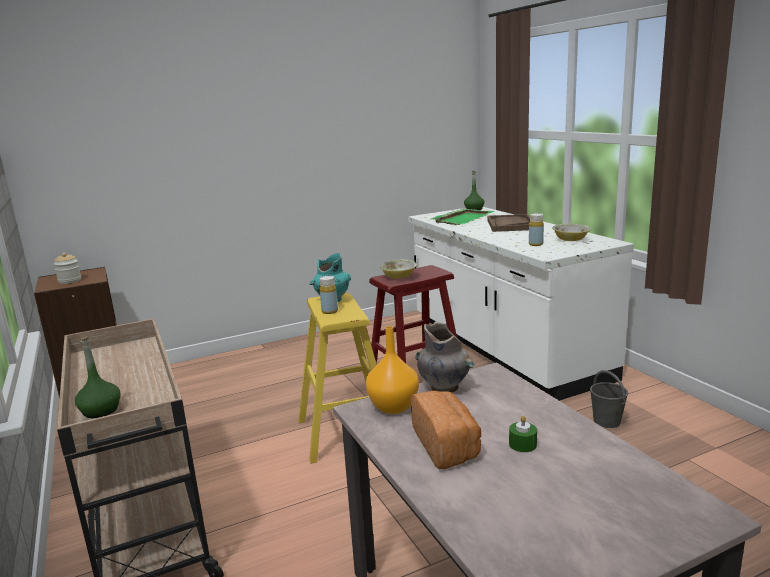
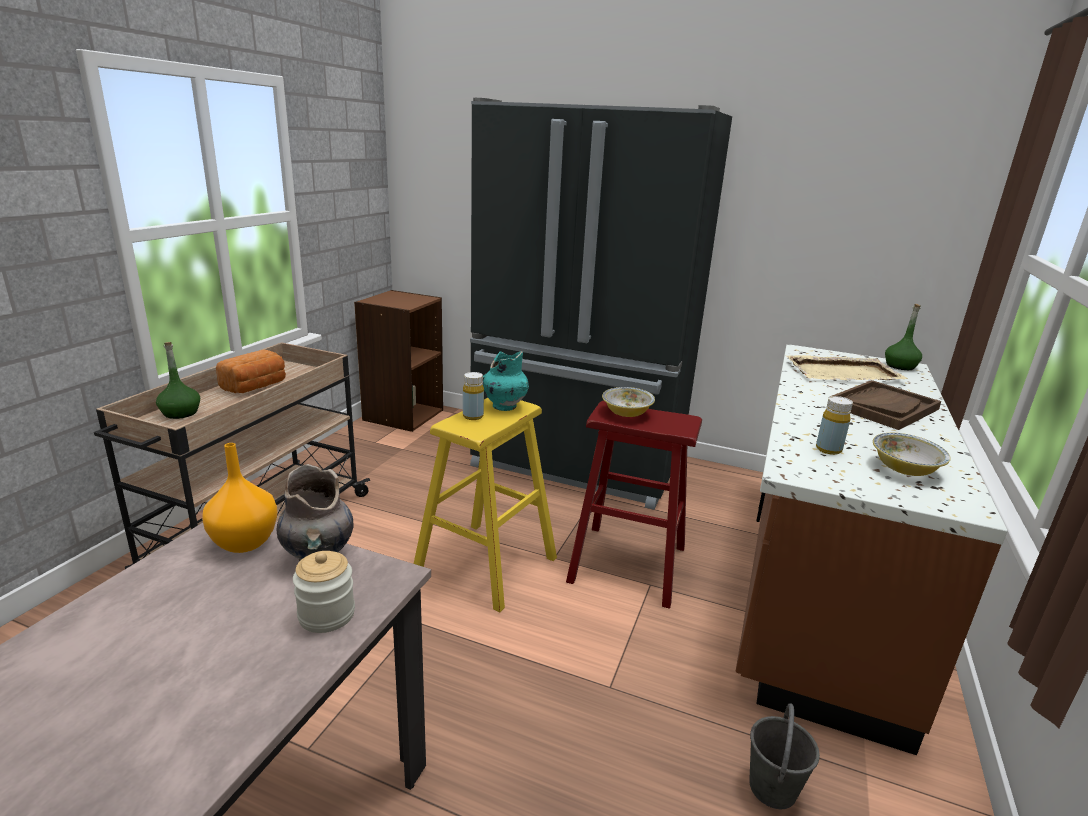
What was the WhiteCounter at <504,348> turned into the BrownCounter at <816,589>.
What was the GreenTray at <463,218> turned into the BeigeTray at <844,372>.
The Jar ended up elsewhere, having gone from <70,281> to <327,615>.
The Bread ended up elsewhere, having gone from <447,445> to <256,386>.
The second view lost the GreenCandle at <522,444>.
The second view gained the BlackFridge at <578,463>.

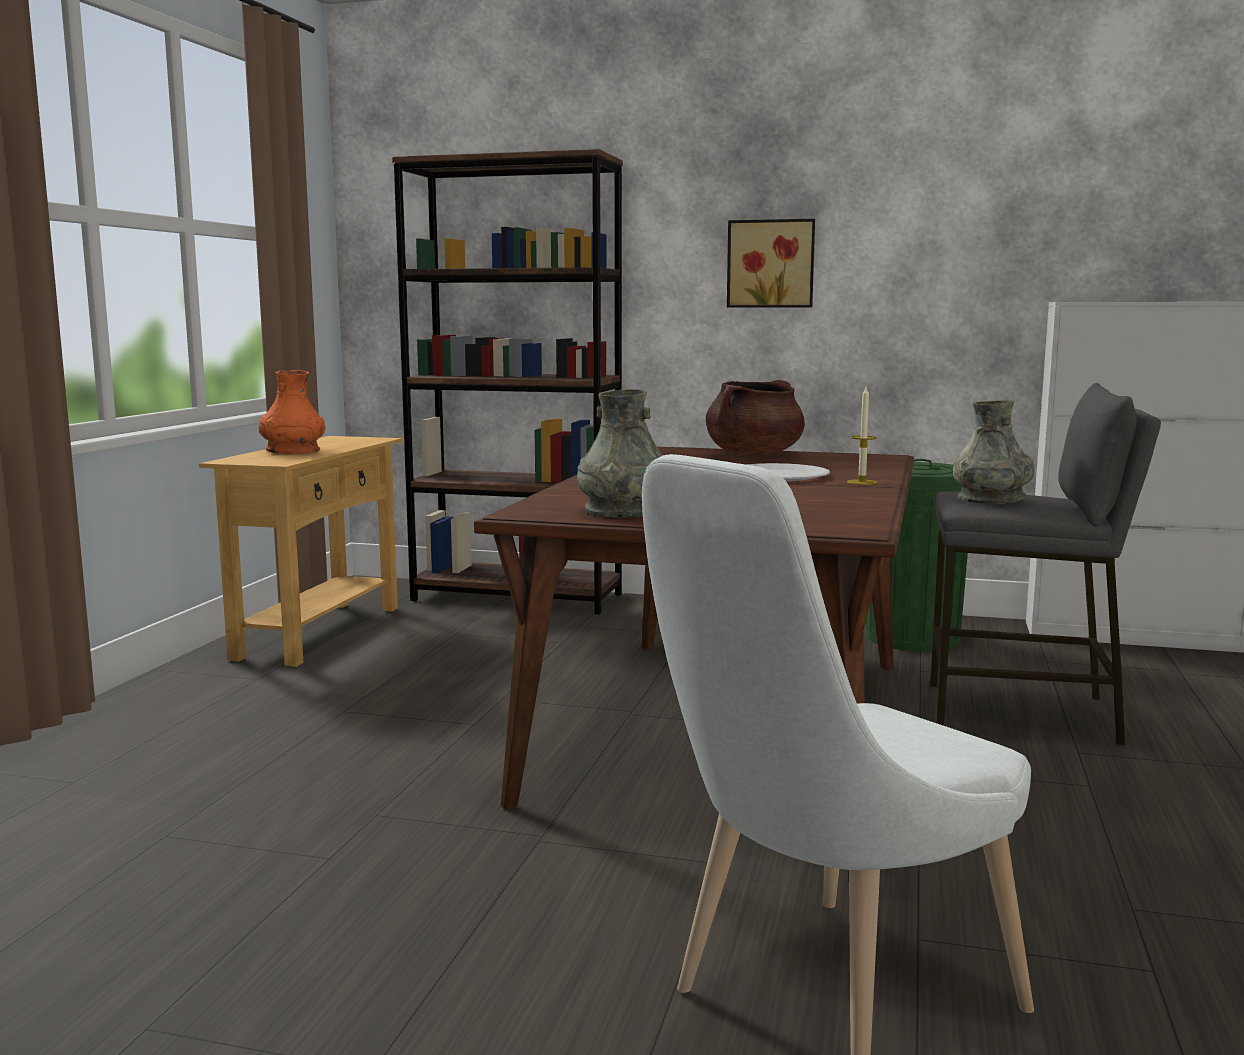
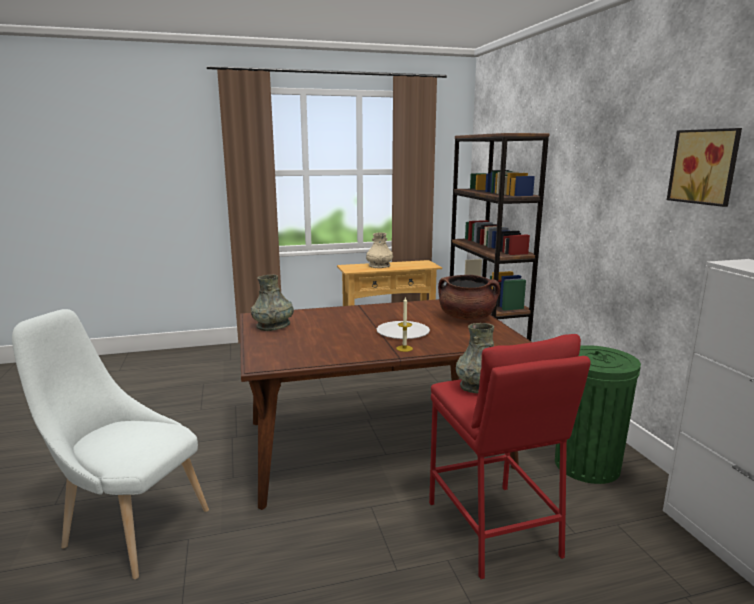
The Picture ended up elsewhere, having gone from <771,264> to <705,166>.
What was the OrangeVase at <293,451> turned into the BeigeVase at <379,266>.
What was the GreyStool at <1021,714> turned into the RedStool at <492,528>.

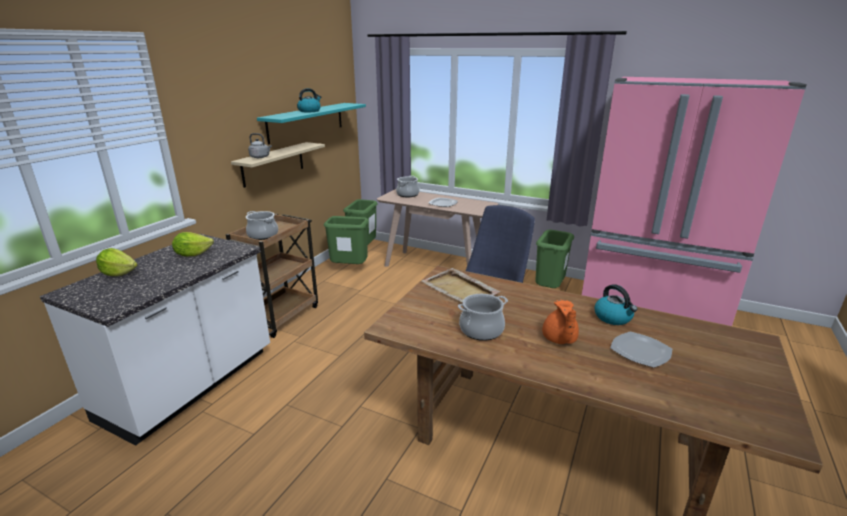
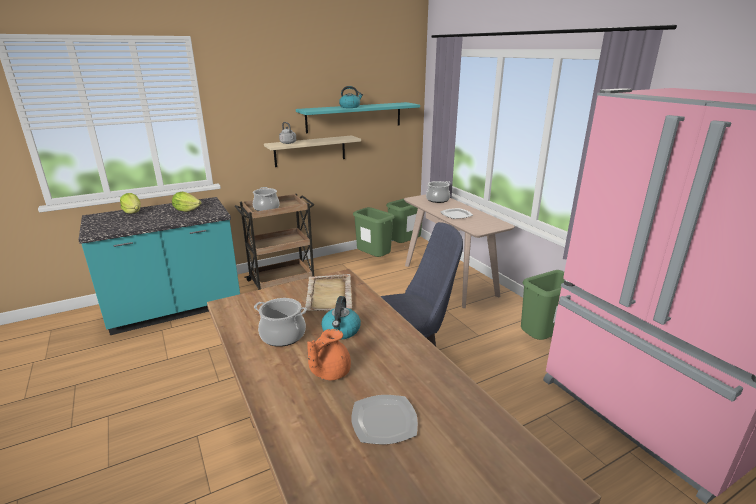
What was the WhiteCounter at <191,385> turned into the TurquoiseCounter at <176,310>.
The Kettle ended up elsewhere, having gone from <613,318> to <341,331>.

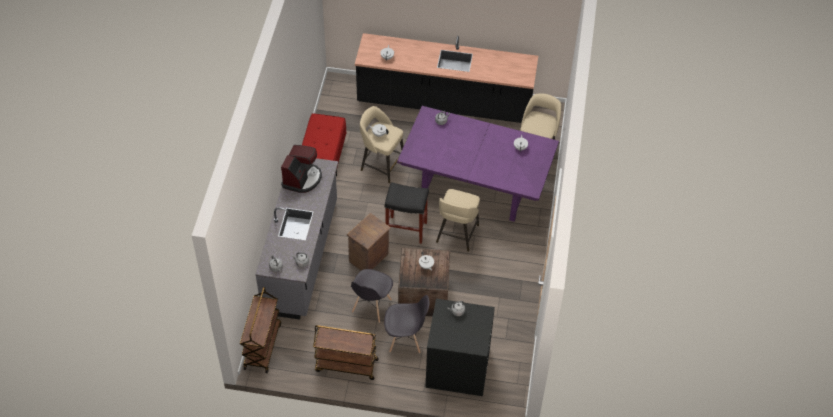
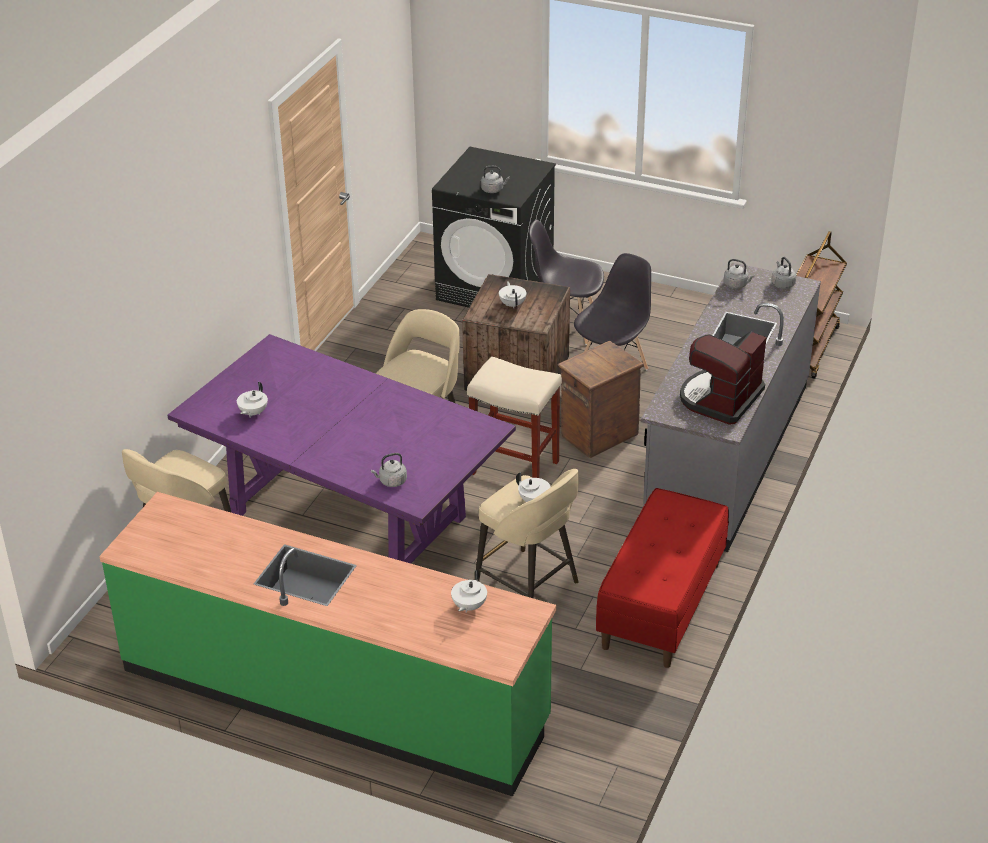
What was the BlackCounter at <444,103> turned into the GreenCounter at <334,696>.
What was the BlackStool at <405,229> turned into the BeigeStool at <516,467>.
The second view lost the BrownCart at <346,365>.

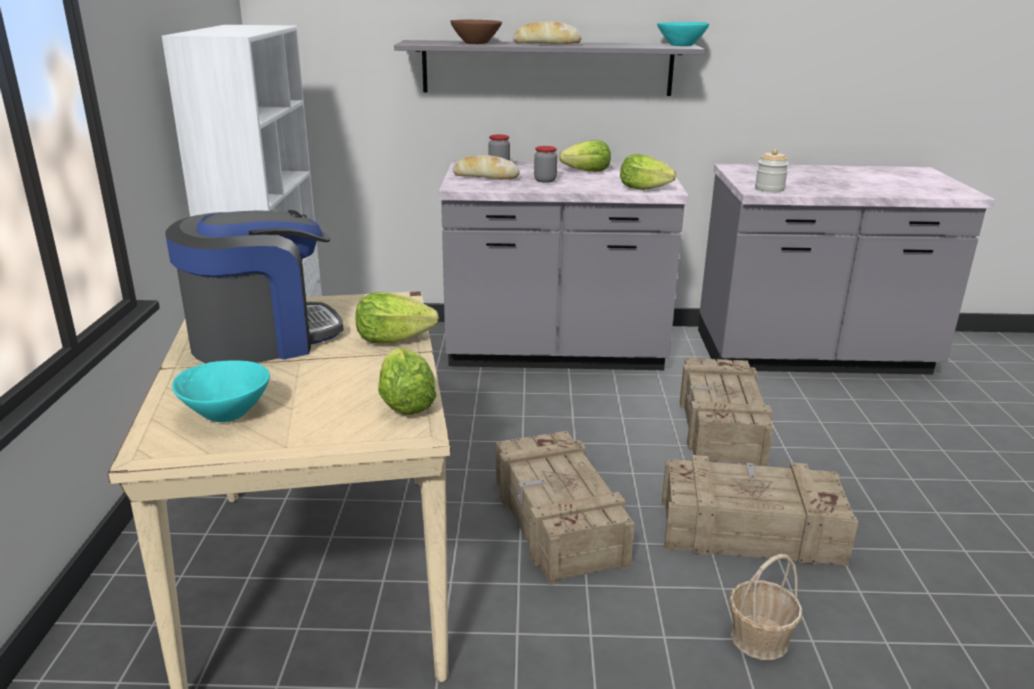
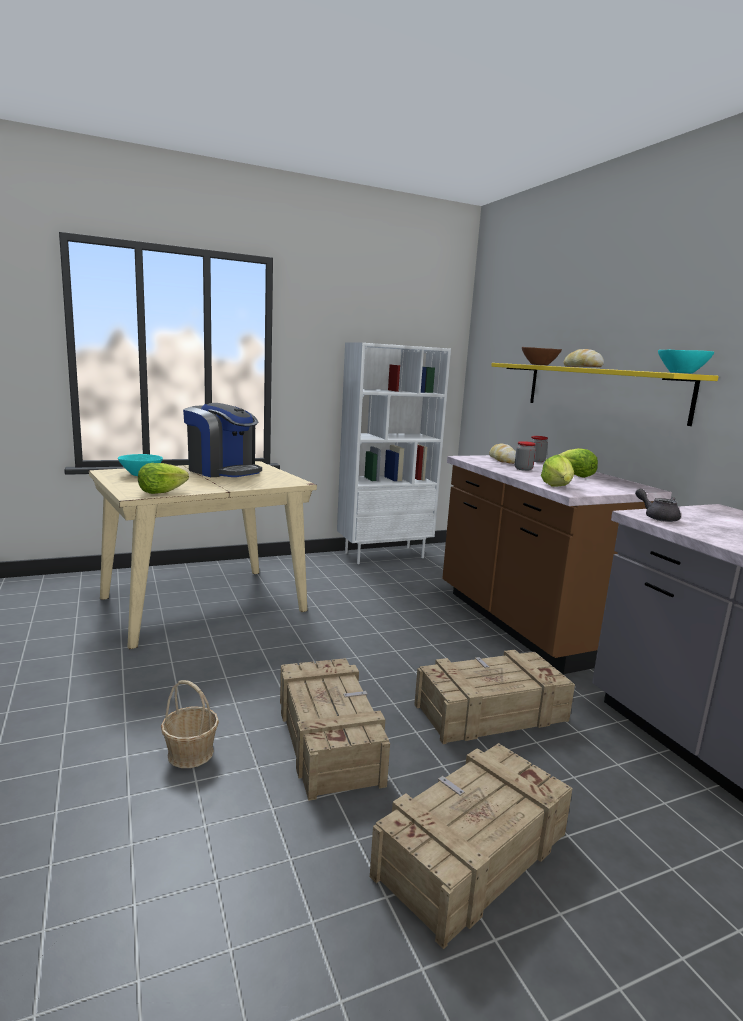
What was the GreyShelf at <547,68> turned into the YellowShelf at <601,391>.
Where the Jar stood at <769,189>, the GreyTeapot came to stand at <657,517>.
What was the GreyCounter at <555,352> turned into the BrownCounter at <527,624>.
The second view lost the Lettuce at <393,340>.
The Crate ended up elsewhere, having gone from <557,523> to <470,854>.

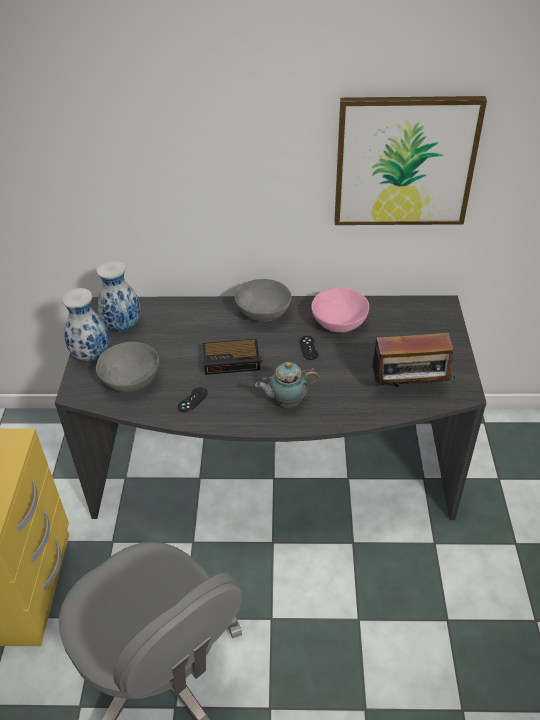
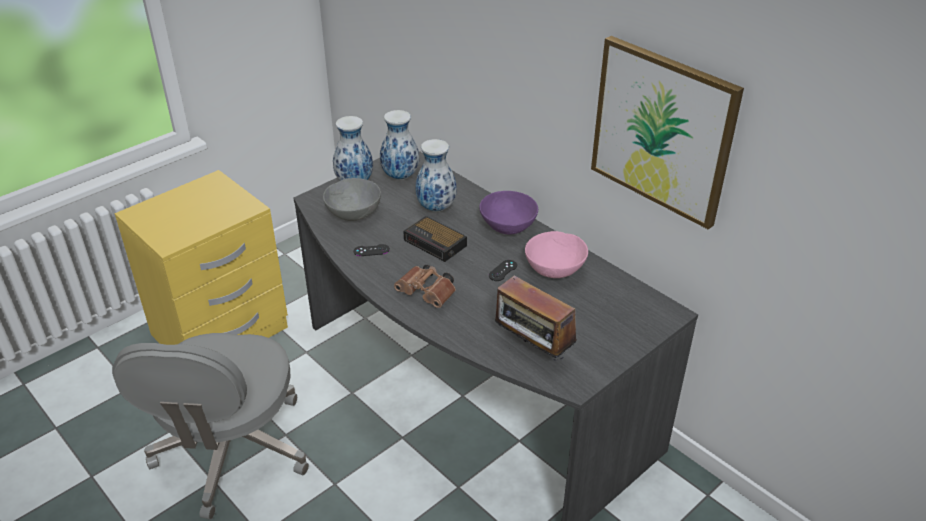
What was the GreyBowl at <263,313> turned into the PurpleBowl at <508,226>.
Where the Teapot stood at <286,402>, the BrownBinoculars came to stand at <428,294>.
The second view gained the Vase at <437,207>.

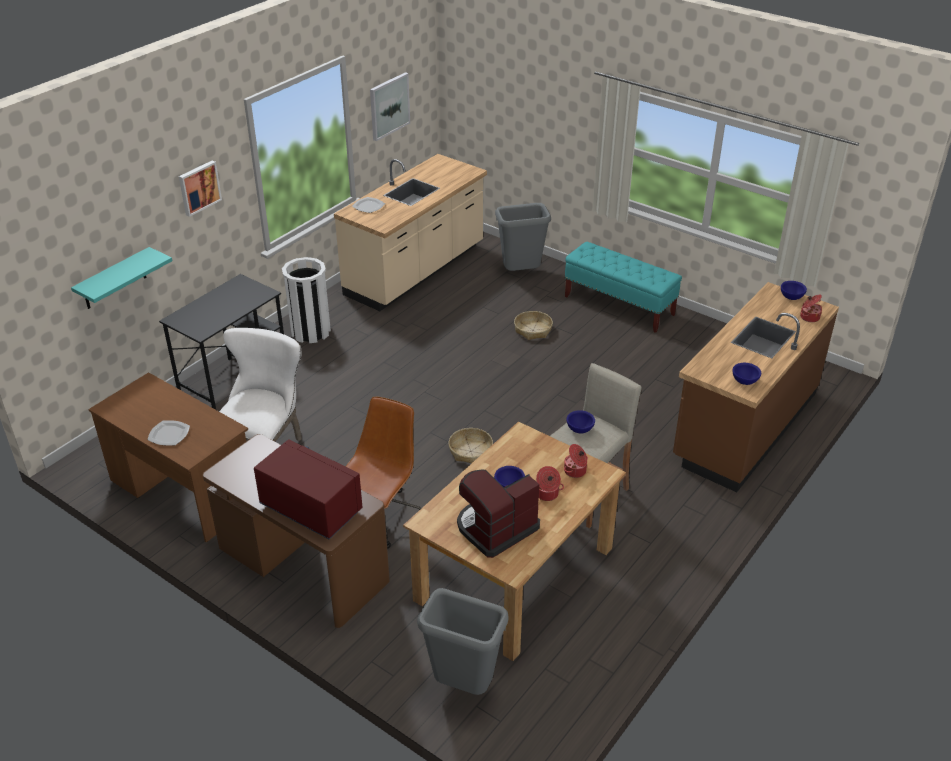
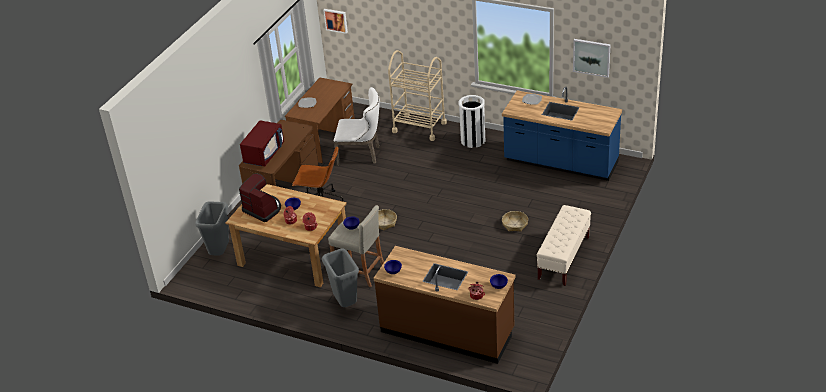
What was the BeigeCounter at <416,271> turned into the BlueCounter at <560,163>.
The Picture ended up elsewhere, having gone from <199,187> to <336,20>.
The GreyTrashCan ended up elsewhere, having gone from <521,273> to <346,304>.
What was the TurquoiseBench at <619,306> turned into the BeigeBench at <563,258>.
The second view lost the TurquoiseShelf at <114,279>.
Where the BlackDesk stood at <234,376>, the BeigeCart came to stand at <419,127>.

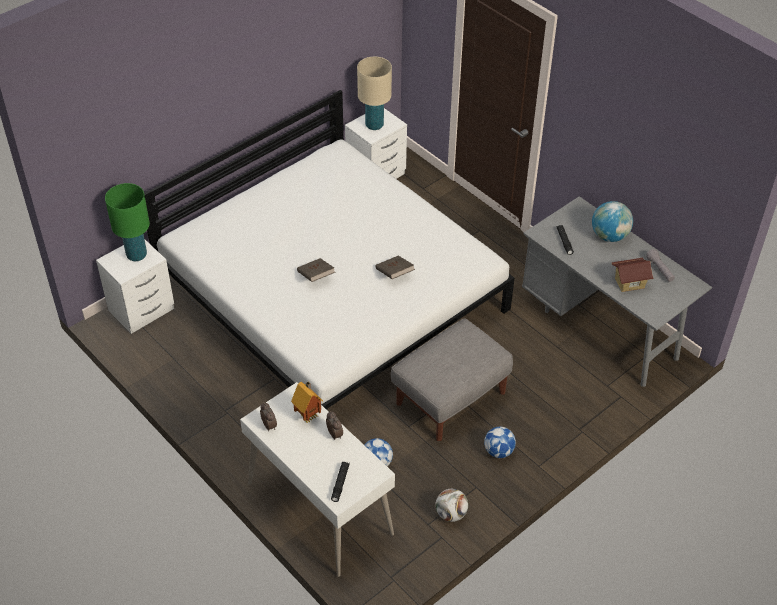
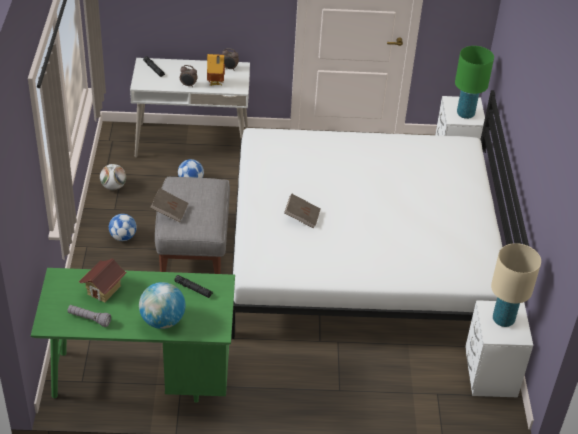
What was the GreyDesk at <602,328> turned into the GreenDesk at <141,377>.
The BrownBook ended up elsewhere, having gone from <316,276> to <169,211>.

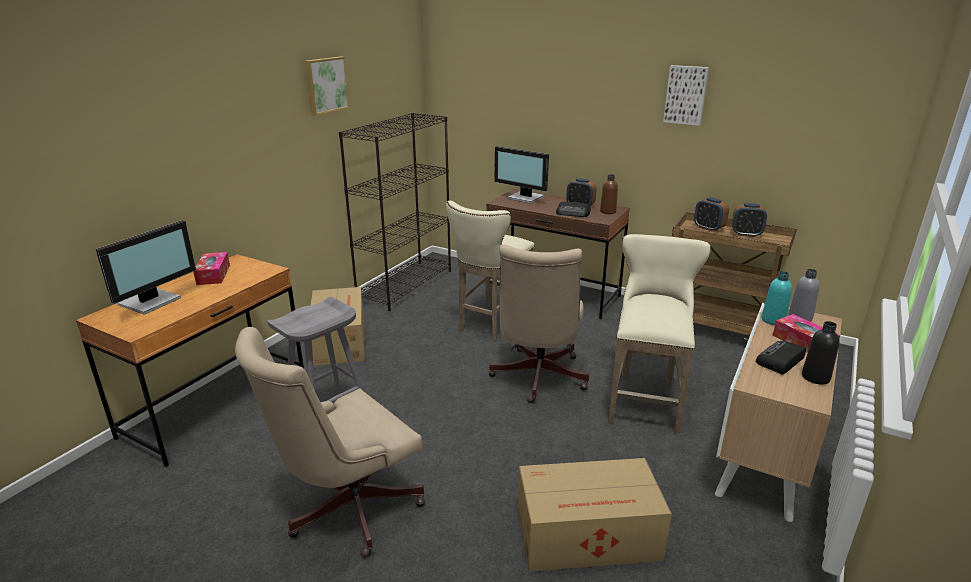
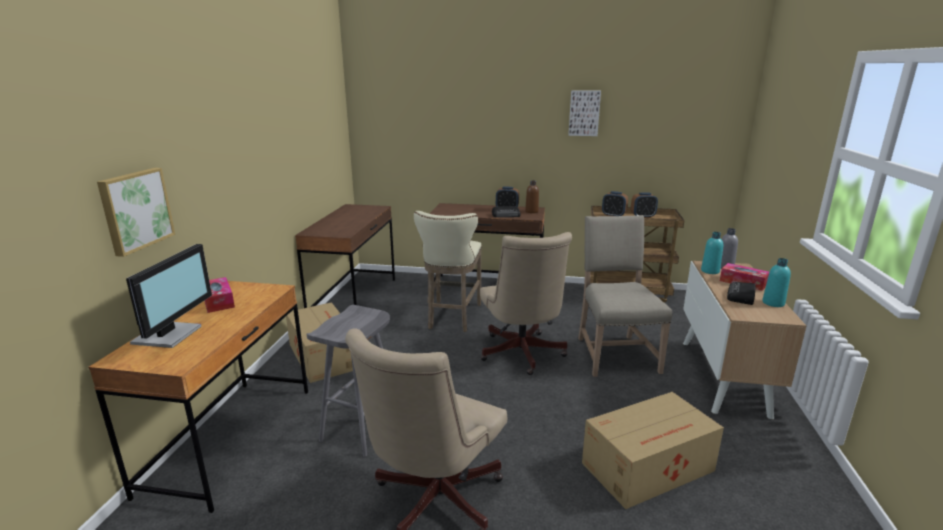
The Picture ended up elsewhere, having gone from <325,85> to <135,210>.
Where the BlackBookcase stood at <405,285>, the BrownDesk came to stand at <354,299>.
The second view lost the Monitor at <525,198>.
Where the BeigeStool stood at <646,398>, the BeigeChair came to stand at <614,353>.
What was the BlackBottle at <815,377> turned into the TurquoiseBottle at <773,303>.

